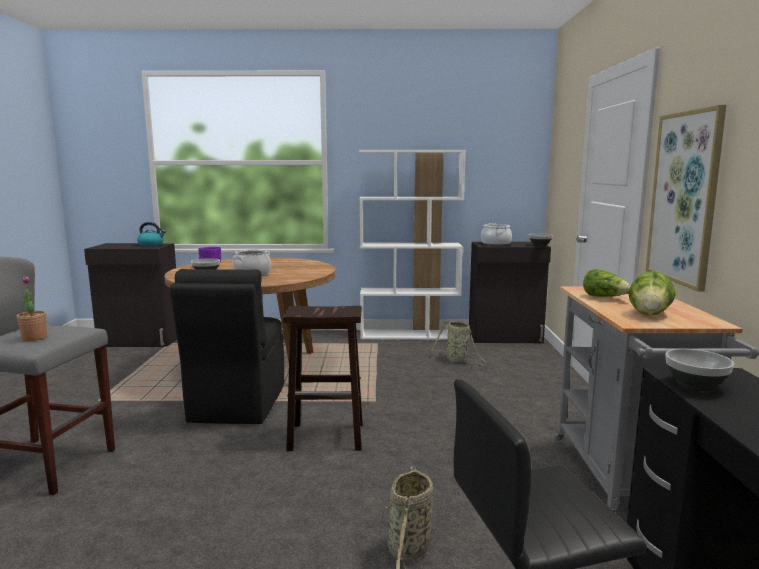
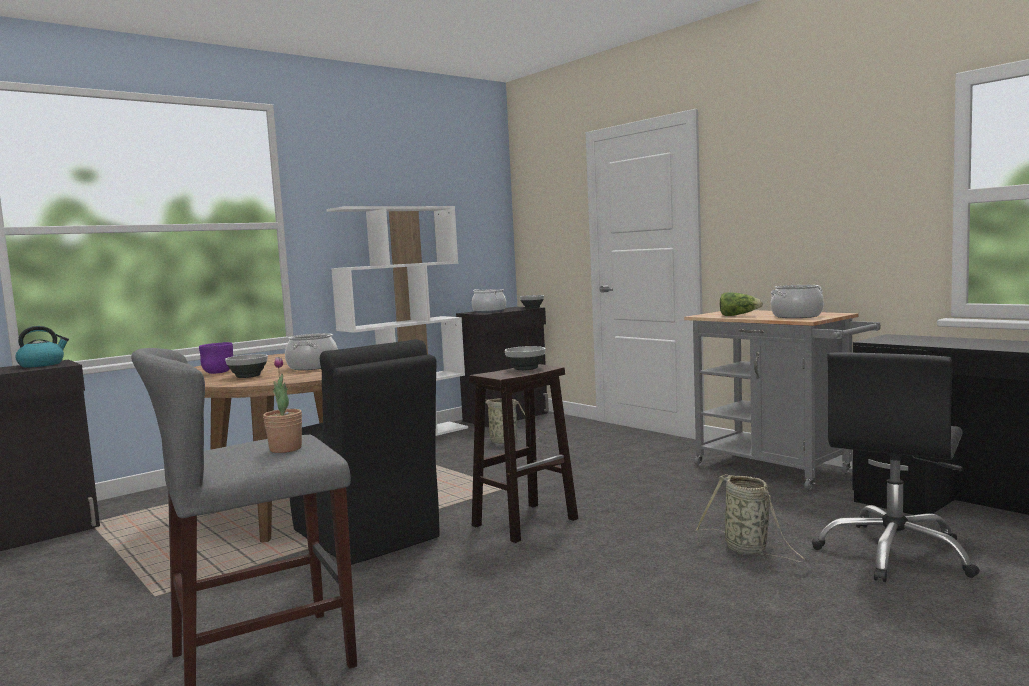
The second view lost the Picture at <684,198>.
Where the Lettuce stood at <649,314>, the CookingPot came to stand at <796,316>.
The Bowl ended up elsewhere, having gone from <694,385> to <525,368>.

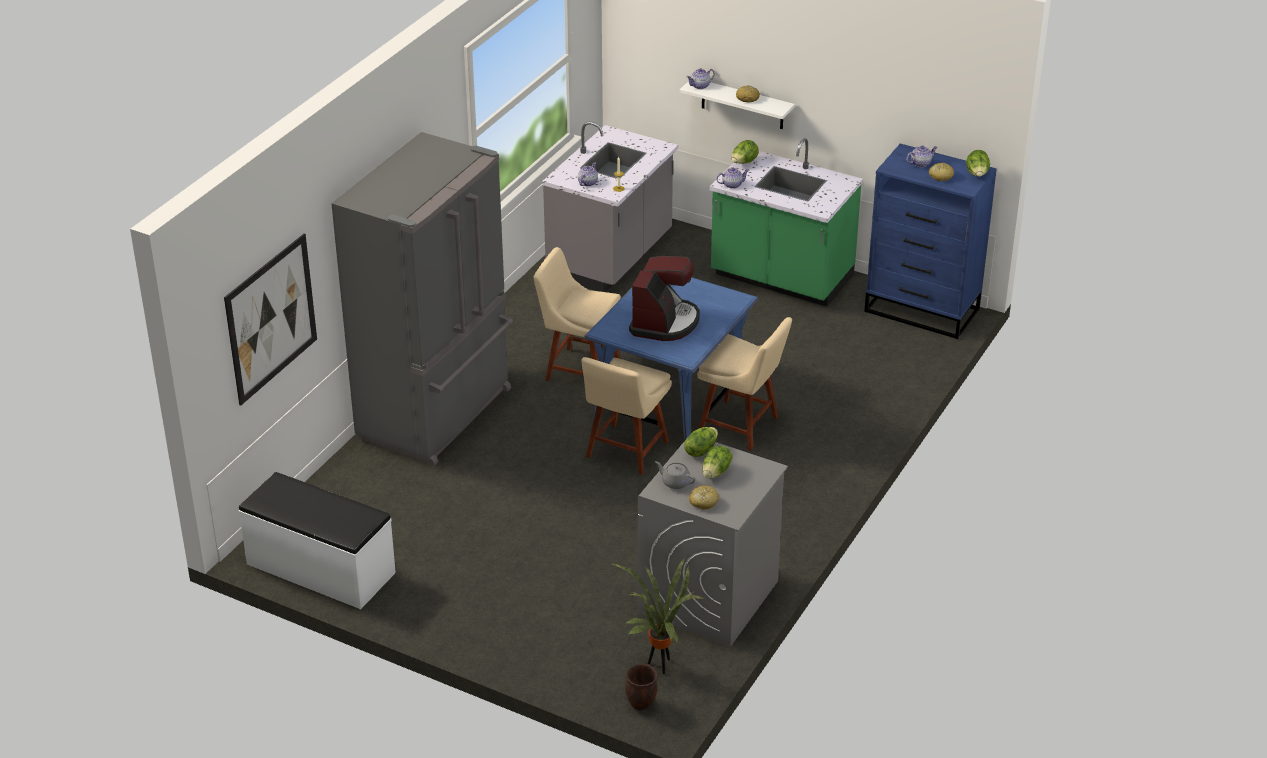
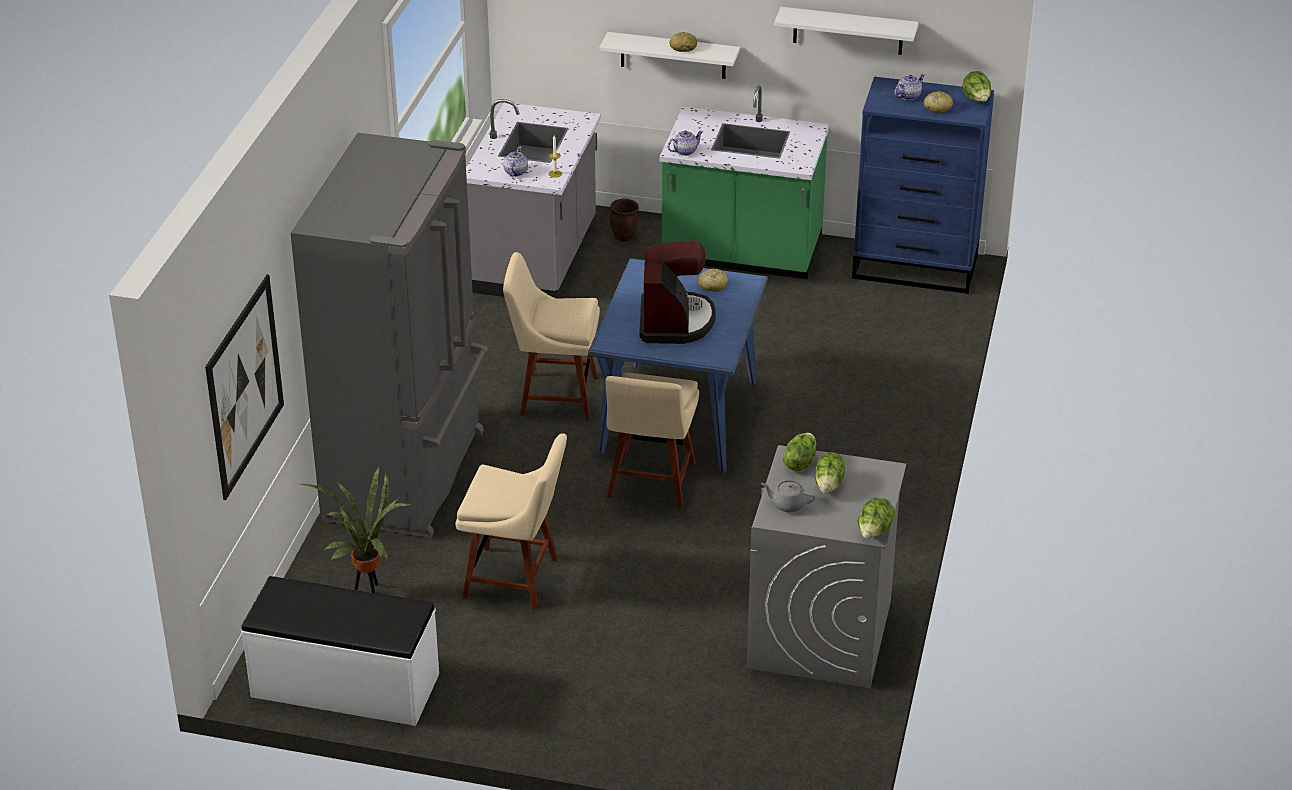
The second view lost the Teapot at <700,86>.
The Lettuce ended up elsewhere, having gone from <744,163> to <874,532>.
The BeigeChair ended up elsewhere, having gone from <742,426> to <516,578>.
The Bread ended up elsewhere, having gone from <703,502> to <712,286>.
The PottedPlant ended up elsewhere, having gone from <659,664> to <367,592>.
The BrownPlanter ended up elsewhere, having gone from <641,704> to <624,237>.
The second view gained the WhiteShelf at <848,31>.

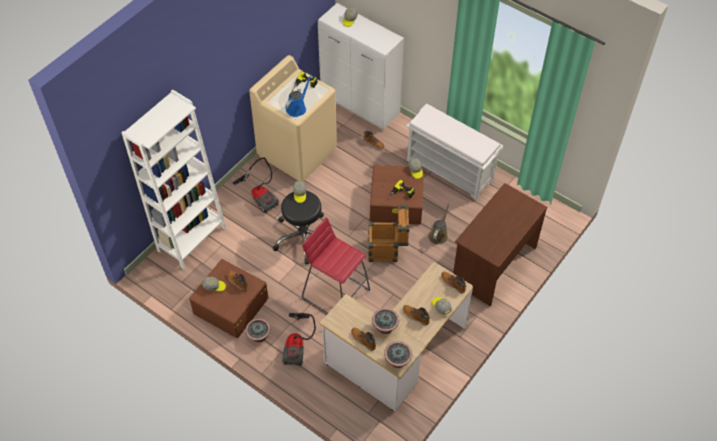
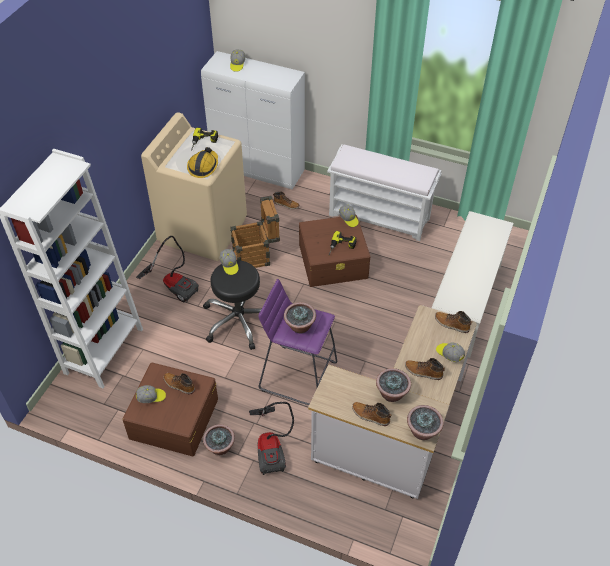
Where the BlueWateringCan stood at <297,108>, the HardHat came to stand at <203,166>.
Where the BrownDesk stood at <493,264>, the WhiteShoeRack came to stand at <464,304>.
The second view lost the BrownWateringCan at <438,234>.
The Crate ended up elsewhere, having gone from <387,250> to <256,256>.
What was the RedStool at <336,293> turned into the PurpleStool at <298,375>.
The second view gained the PottedPlant at <300,327>.

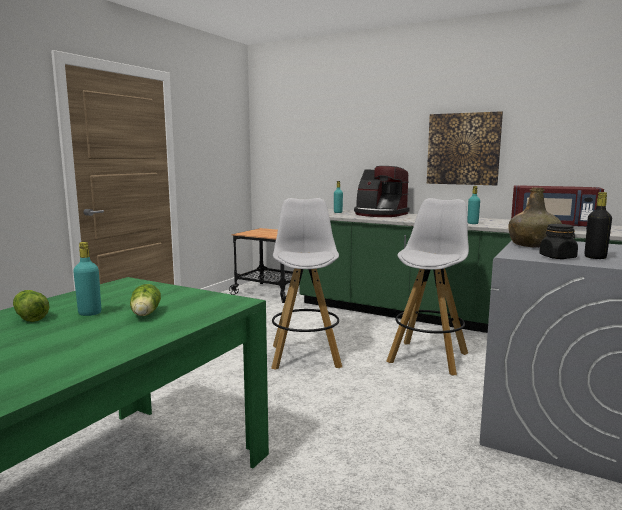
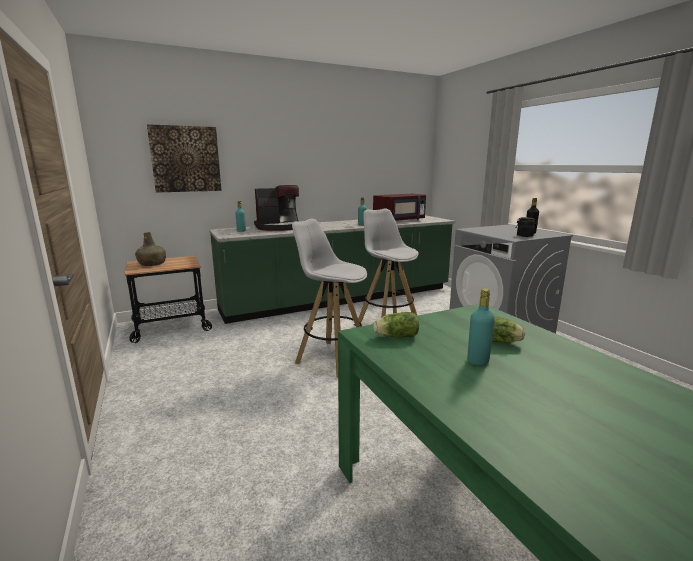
The Picture ended up elsewhere, having gone from <463,149> to <185,159>.
The GreenBottle ended up elsewhere, having gone from <533,245> to <152,264>.
The Lettuce ended up elsewhere, having gone from <30,317> to <395,336>.

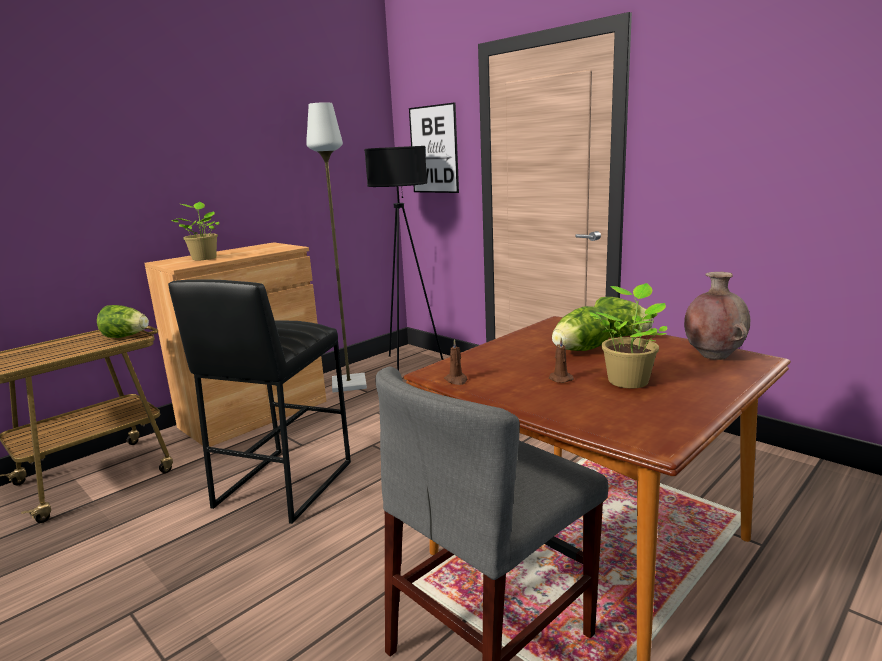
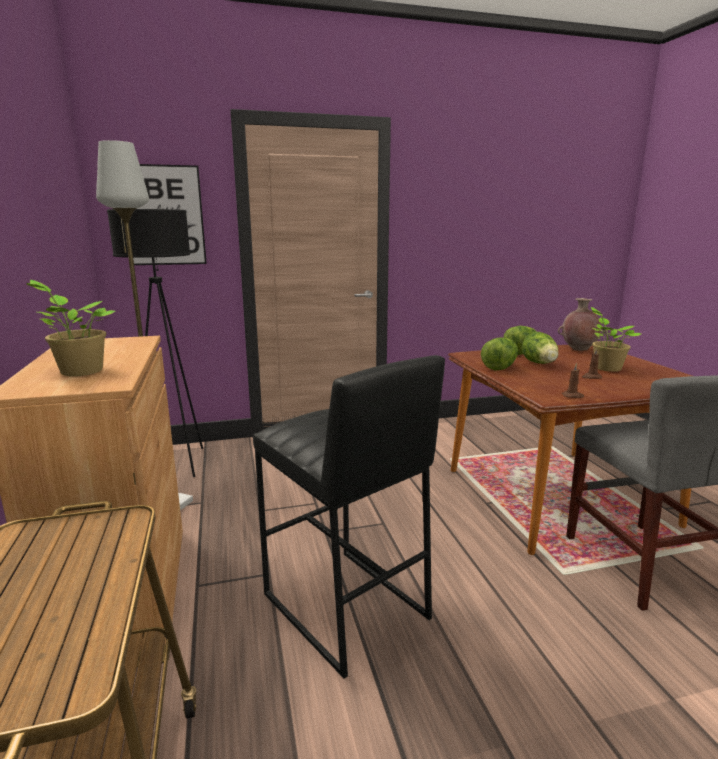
The Lettuce ended up elsewhere, having gone from <126,336> to <500,367>.

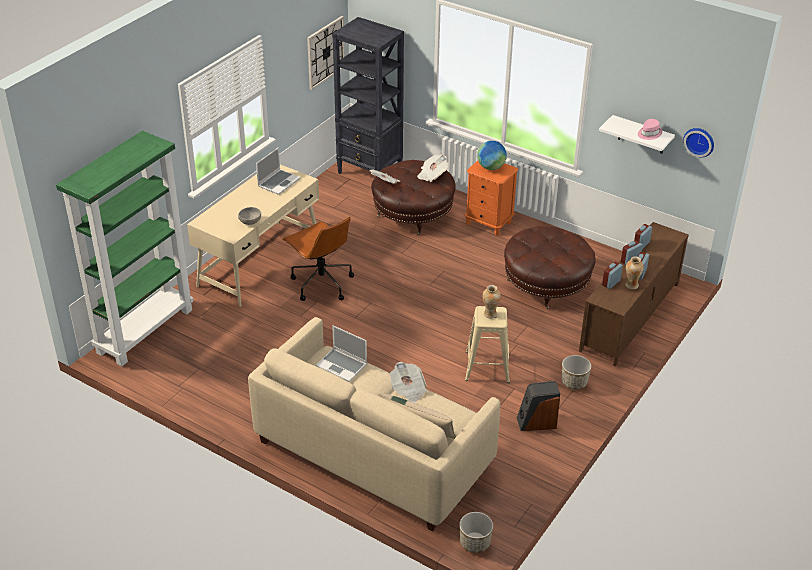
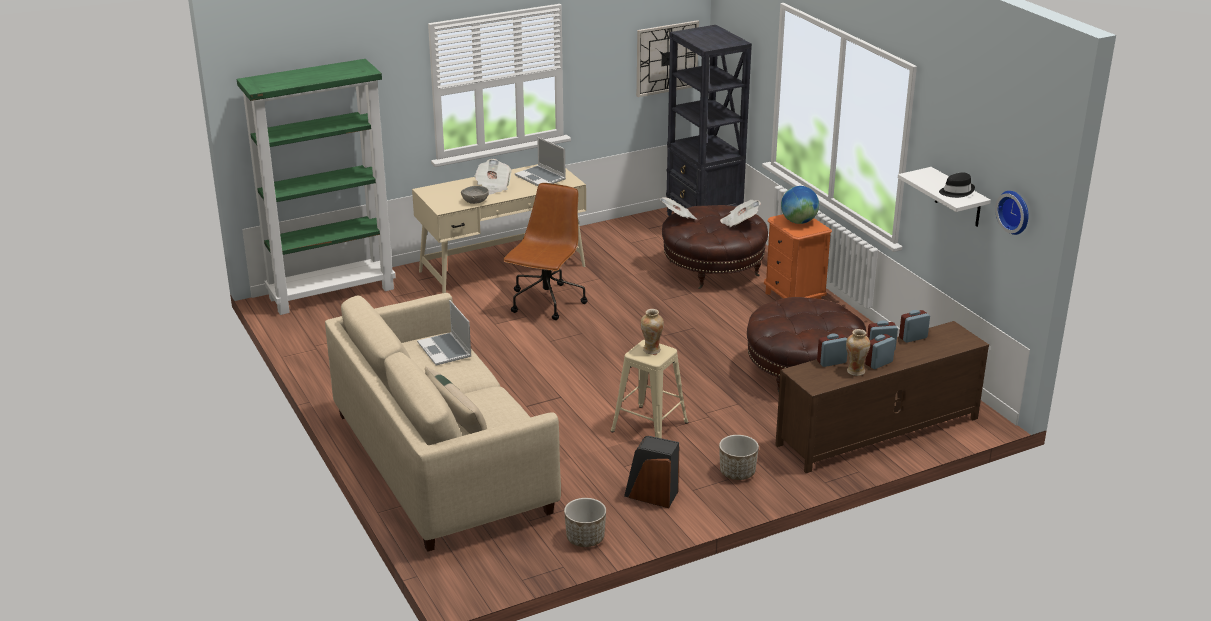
What was the PinkHat at <649,133> turned into the BlackHat at <956,191>.
The Laptop at <278,182> ended up facing another way, 75 degrees clockwise from before.
The BrownOfficeChair at <321,283> ended up facing another way, 150 degrees counterclockwise from before.
The Newspaper ended up elsewhere, having gone from <408,390> to <493,187>.
The Planter ended up elsewhere, having gone from <475,543> to <585,538>.

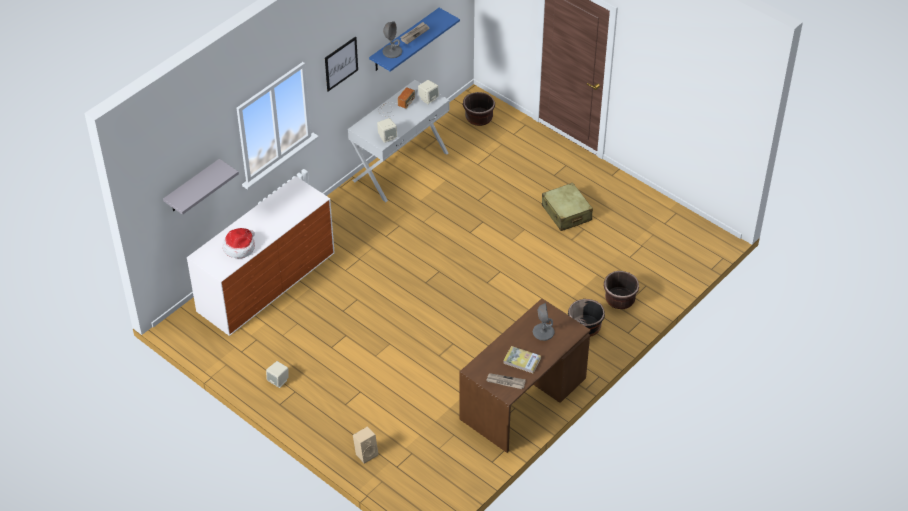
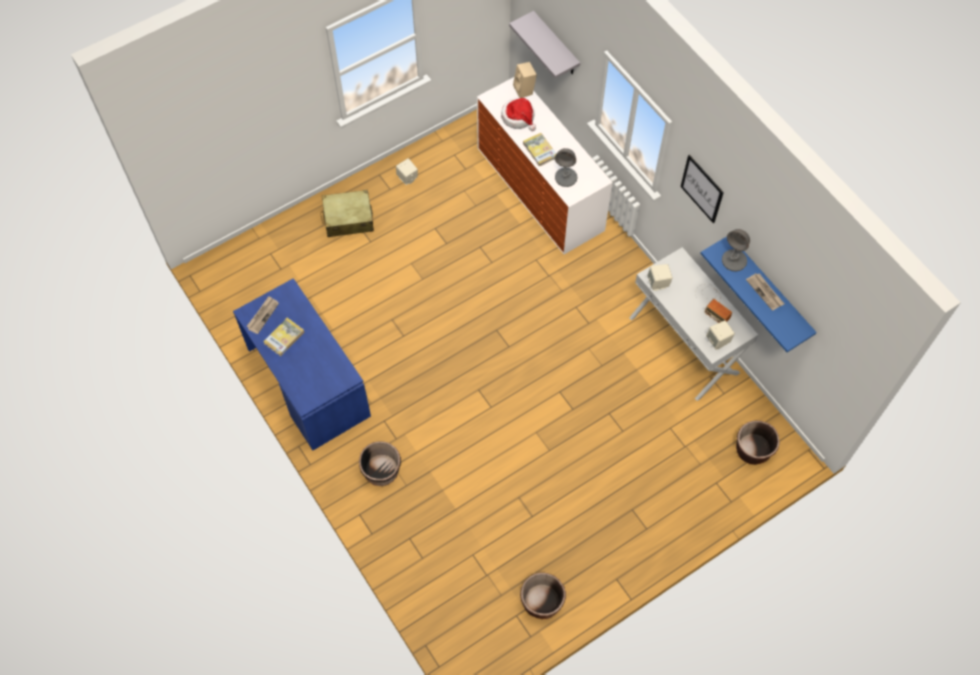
The BeigeSuitcase ended up elsewhere, having gone from <566,213> to <348,219>.
The BrownPlanter ended up elsewhere, having gone from <619,299> to <541,602>.
What was the BrownDesk at <523,399> turned into the BlueDesk at <307,382>.
The GreyTableLamp ended up elsewhere, having gone from <543,332> to <566,177>.
The BeigeSpeaker ended up elsewhere, having gone from <366,453> to <525,90>.
The second view gained the Book at <540,150>.

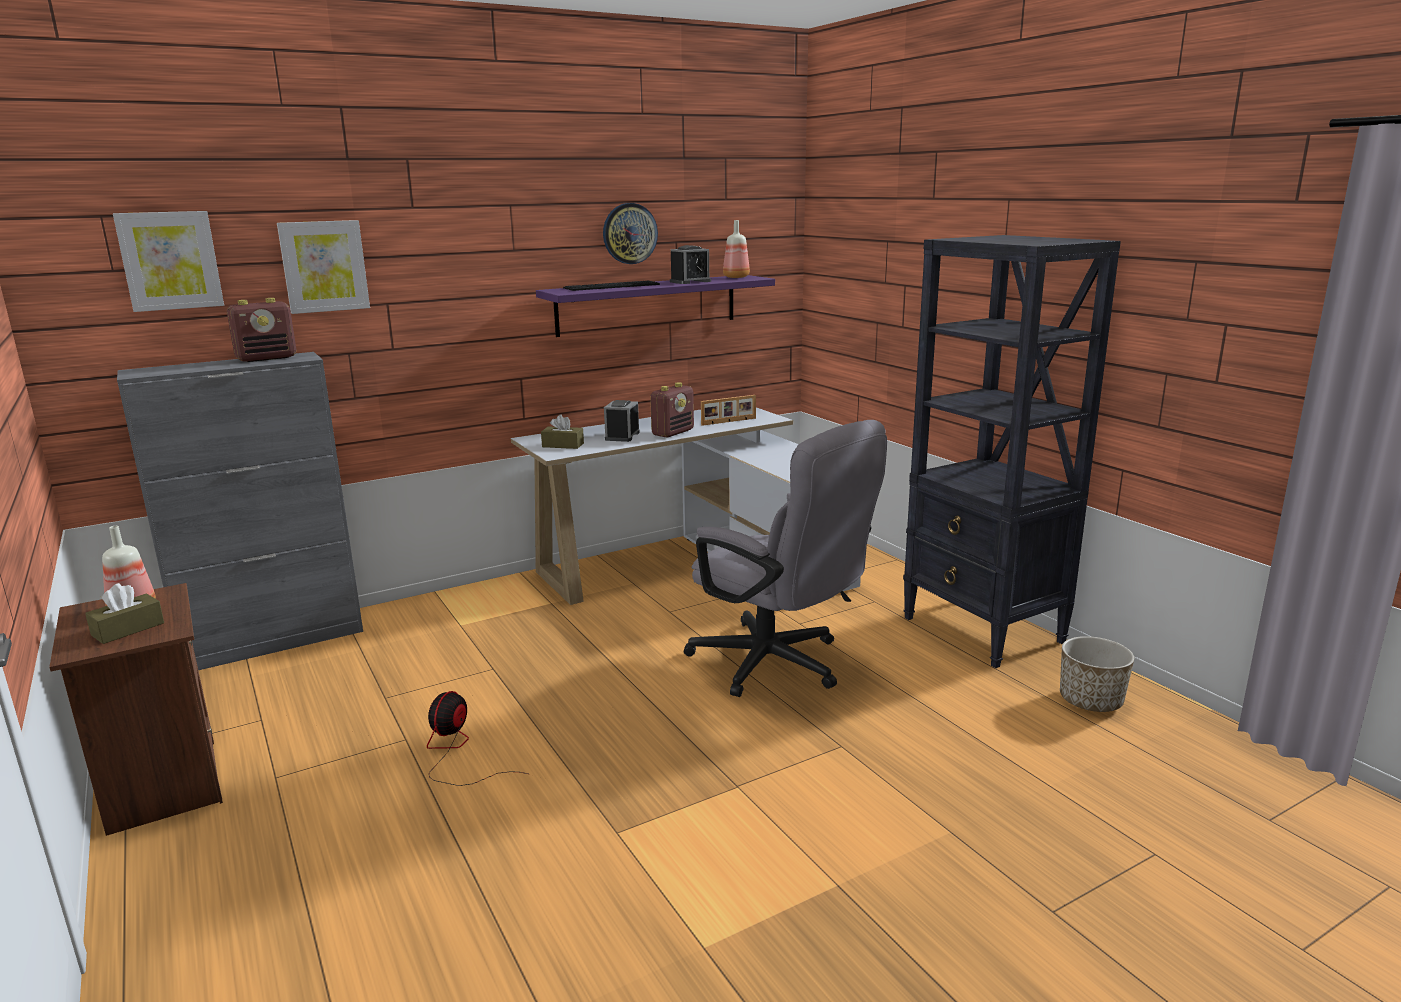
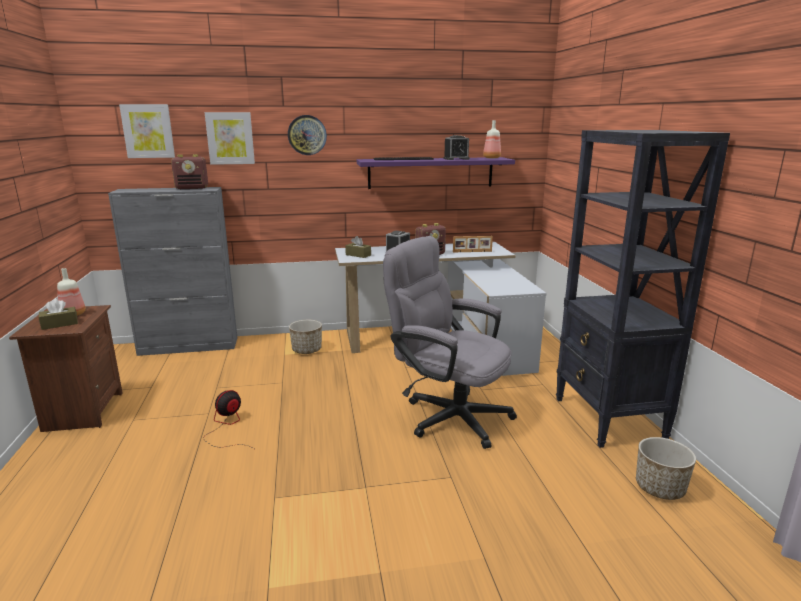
The WallClock ended up elsewhere, having gone from <629,233> to <307,135>.
The GreyOfficeChair at <779,666> ended up facing another way, 150 degrees clockwise from before.
The second view gained the Planter at <306,350>.

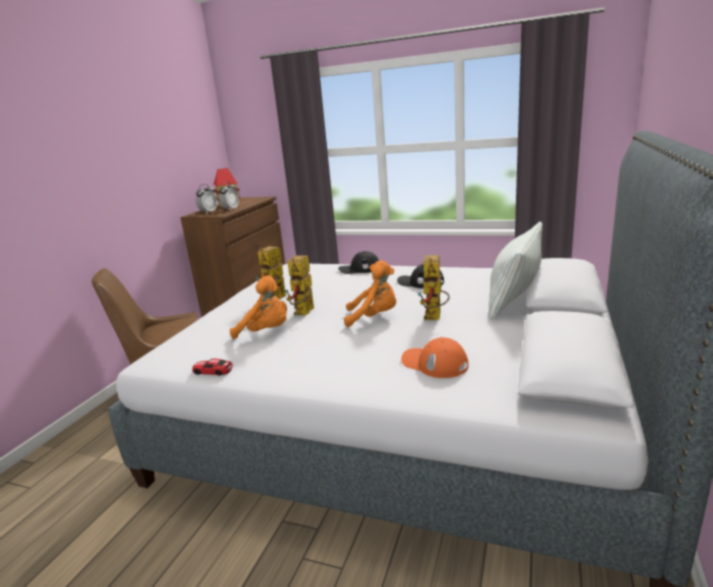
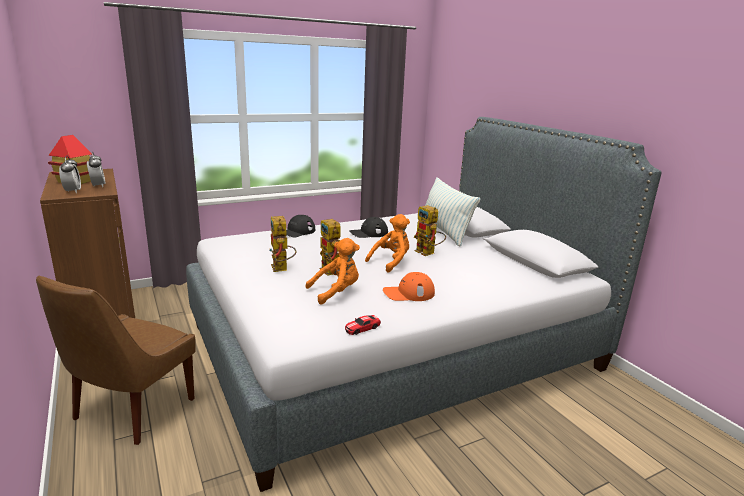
The OrangeCap ended up elsewhere, having gone from <434,363> to <408,293>.

